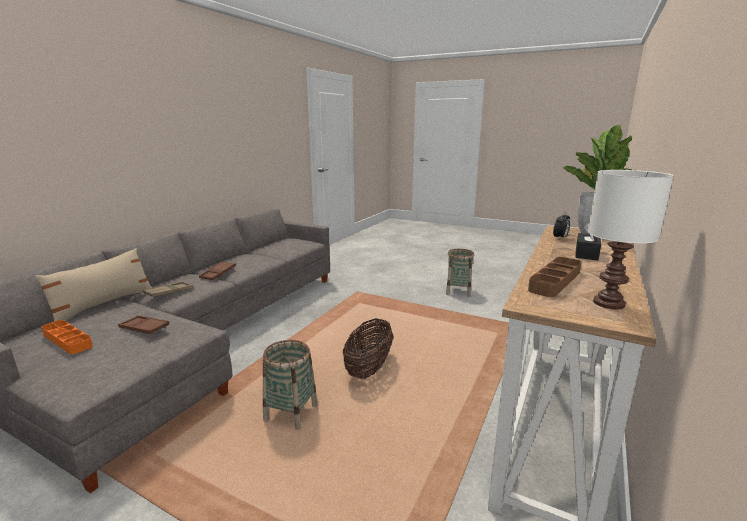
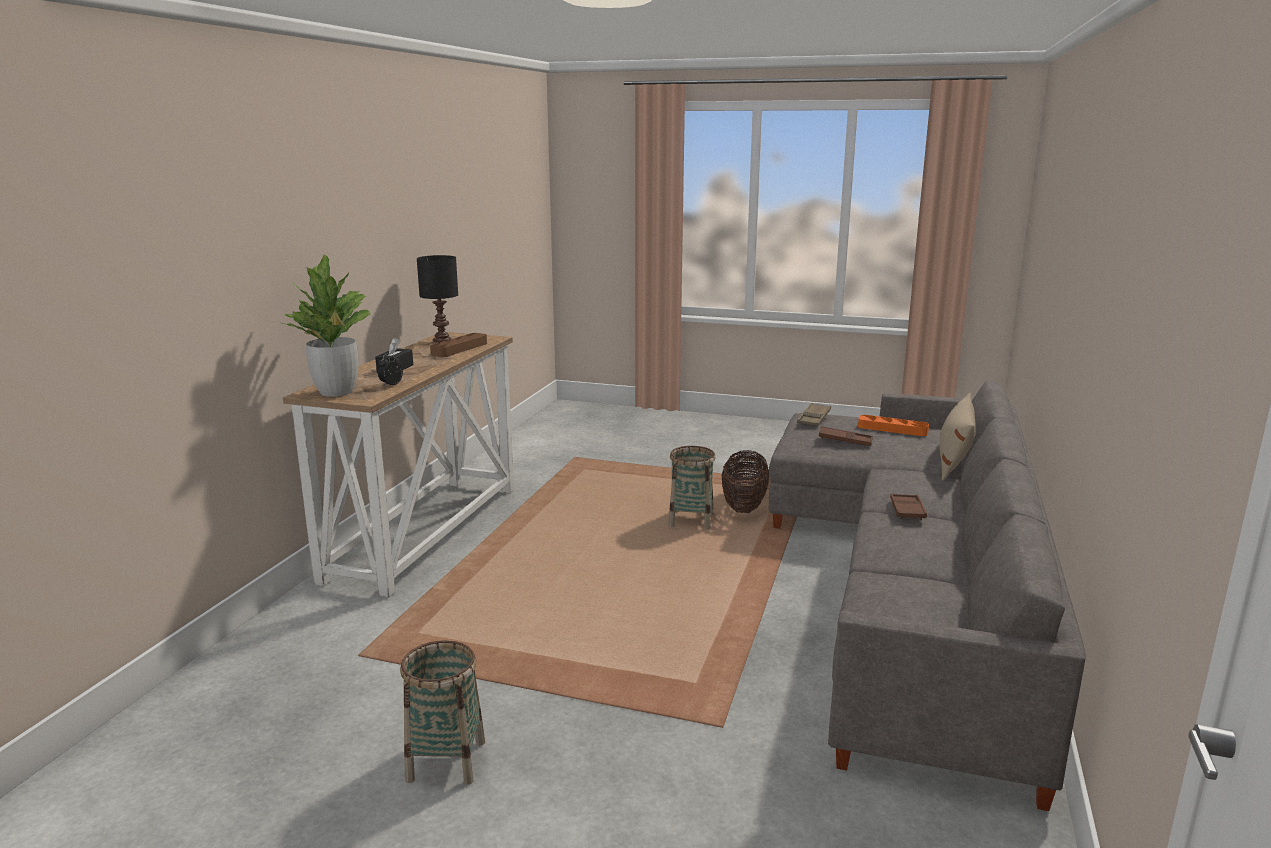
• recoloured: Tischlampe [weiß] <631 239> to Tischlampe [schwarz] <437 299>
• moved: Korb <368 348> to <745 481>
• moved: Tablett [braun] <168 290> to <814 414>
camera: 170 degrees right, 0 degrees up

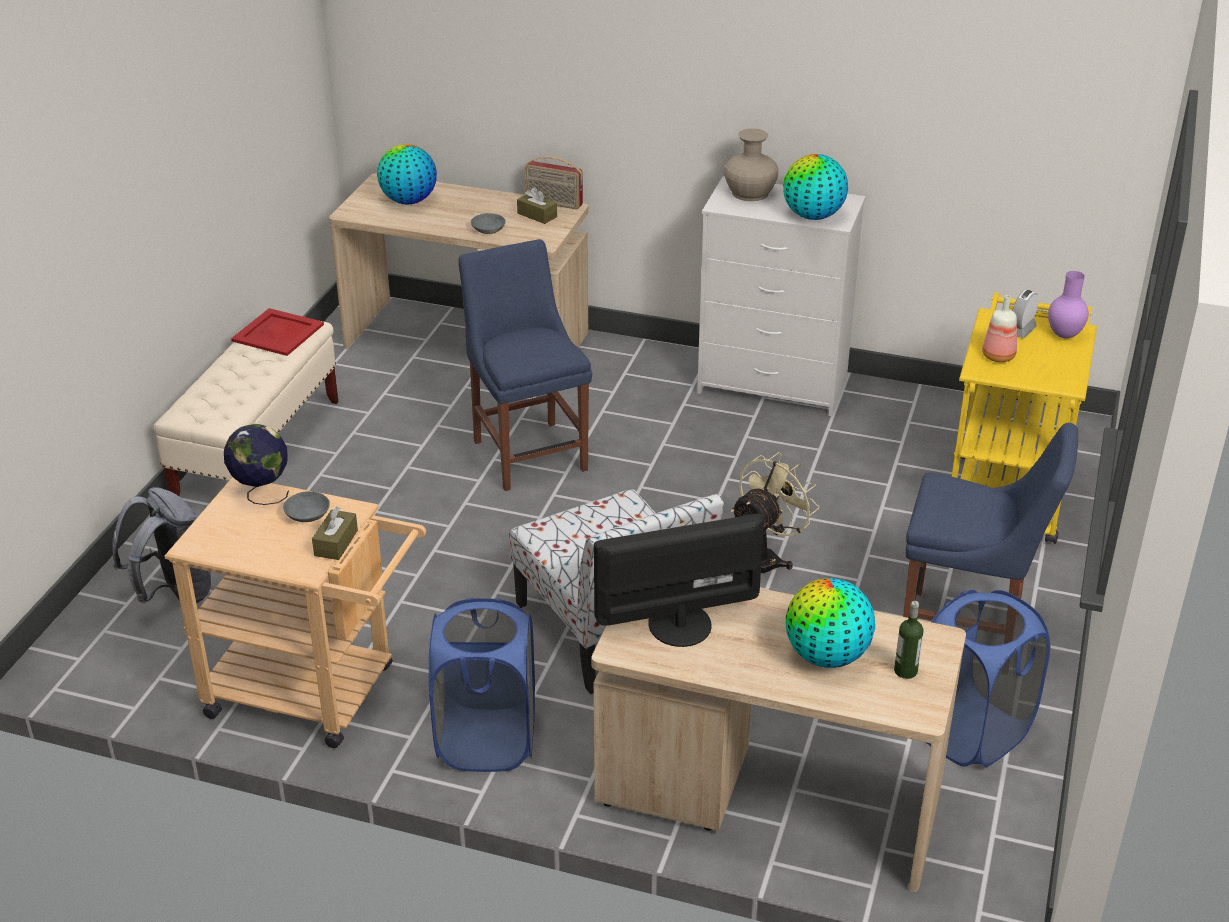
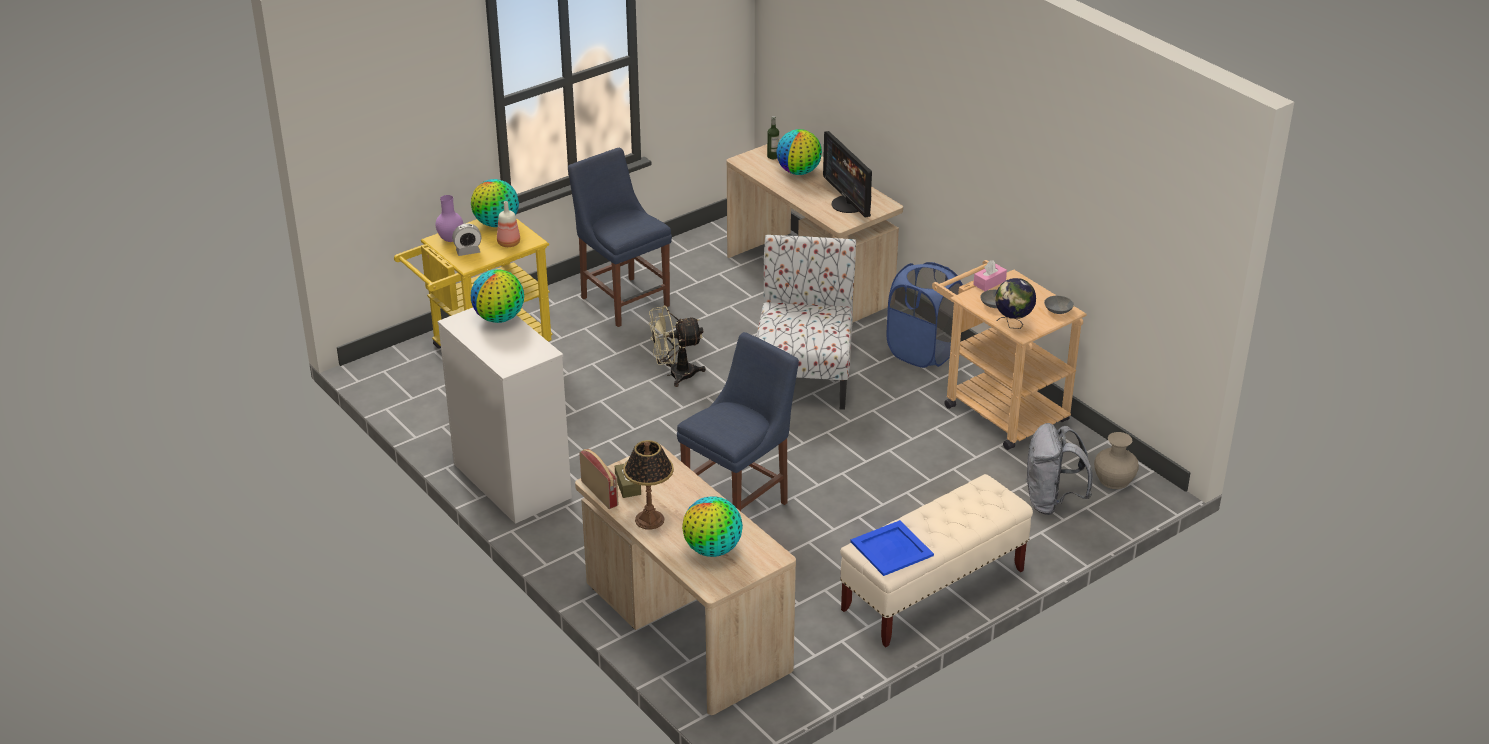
• added: Globus <495 203>
• added: Tischlampe <648 485>
• turned: Stuhl [blau] <525 365> = <738 421> 150 degrees counterclockwise
• turned: Monitor <679 580> = <847 174> 45 degrees clockwise
• recoloured: Tablett [rot] <277 332> to Tablett [blau] <892 548>
• recoloured: Taschentuchbox [braun] <335 533> to Taschentuchbox [rosa] <990 275>
• moved: Schüssel [grau] <488 223> to <1059 305>
• moved: Vase [beige] <751 164> to <1116 460>
• removed: Wäschekorb [blau] <988 678>
camera: 145 degrees left, 0 degrees up

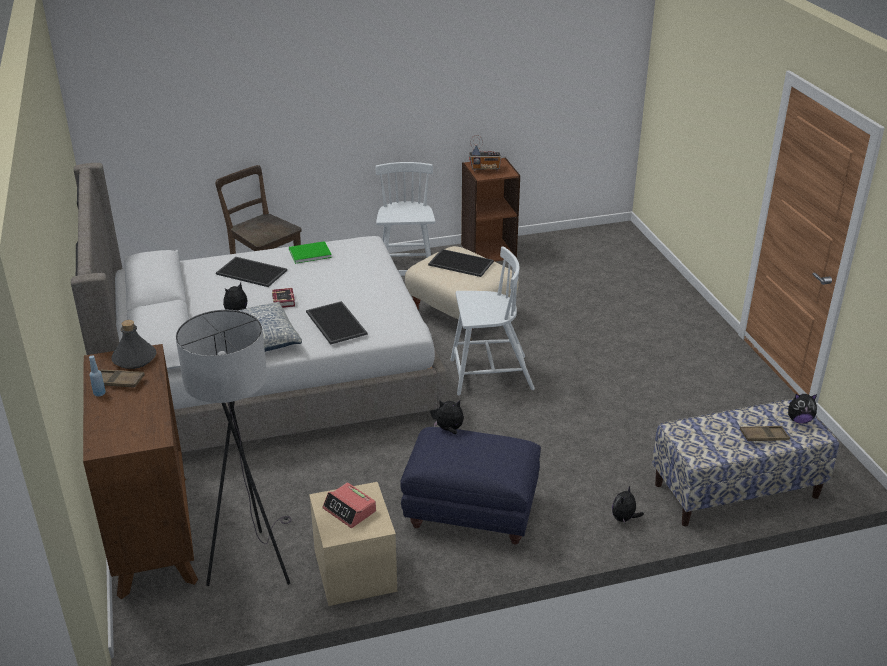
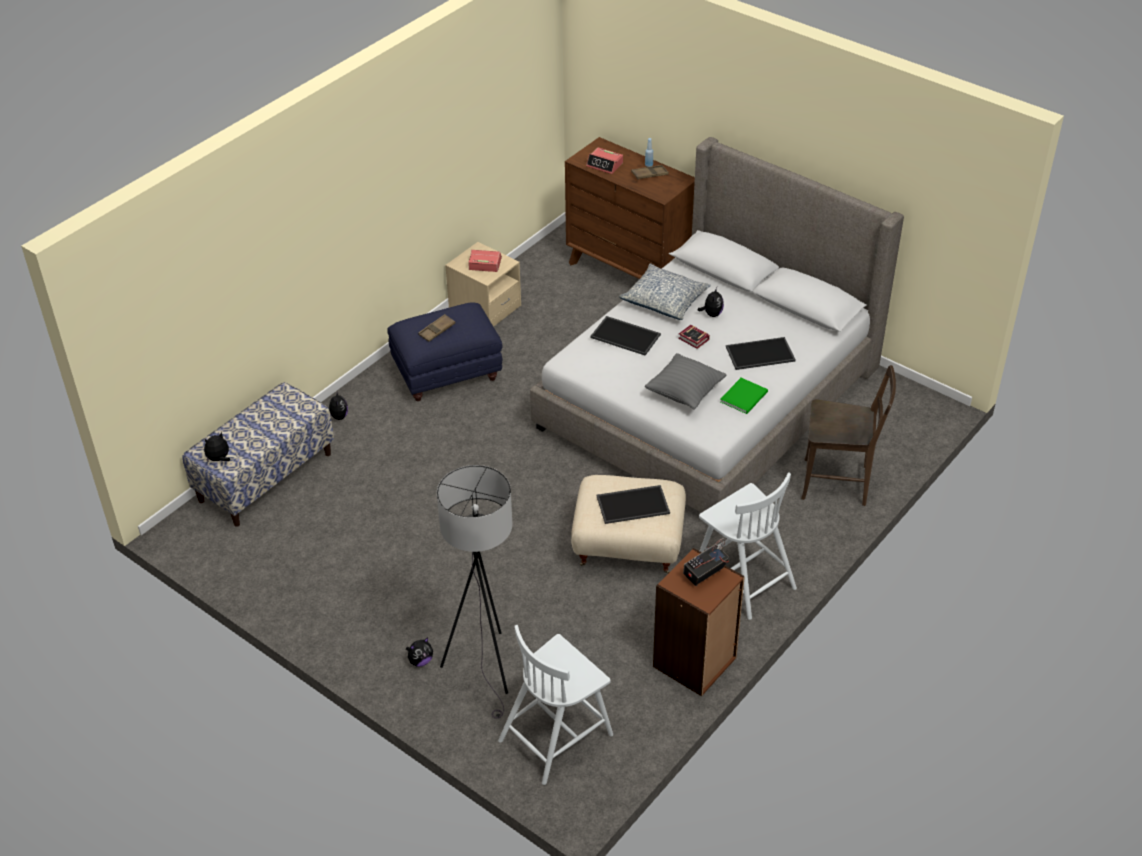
• moved: Plüschtier <448 417> to <419 652>
• moved: Tablett [braun] <765 434> to <437 328>
• moved: Stehlampe [grau] <234 448> to <475 592>
• moved: Stuhl [weiß] <492 320> to <555 705>
• added: Wecker <604 160>
• added: Kissen [grau] <685 381>
• removed: Flasche [grau] <133 344>
camera: 145 degrees right, 10 degrees up

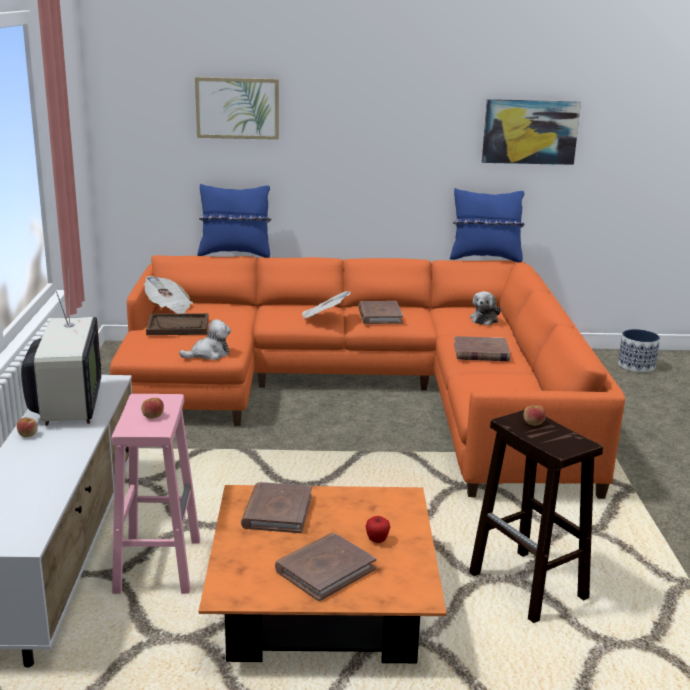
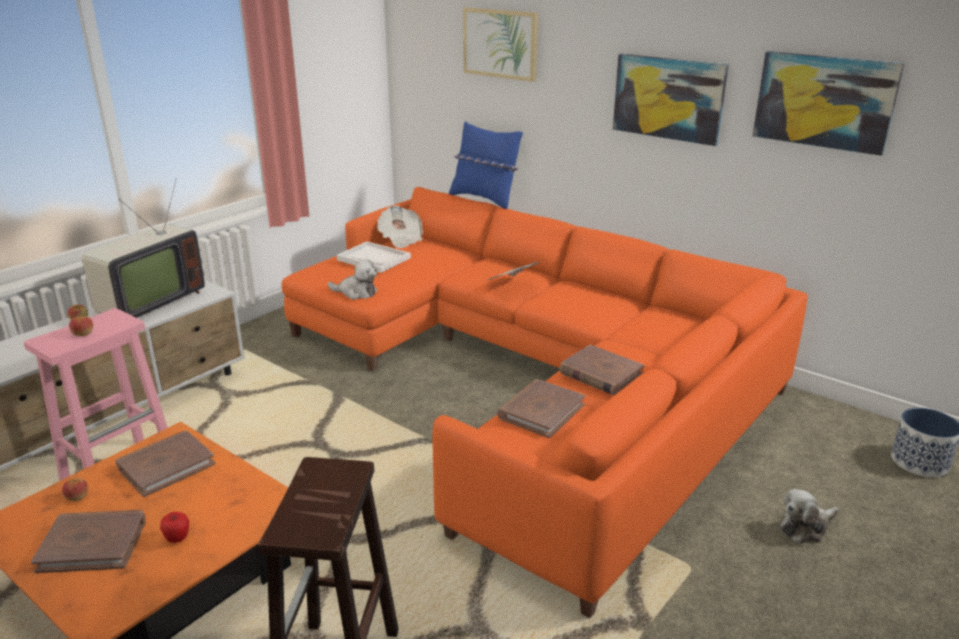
• moved: Apfel <535 415> to <75 489>
• recoloured: Tablett [braun] <177 324> to Tablett [weiß] <374 257>
• moved: Buch [braun] <380 312> to <541 408>
• added: Bild <671 100>
• moved: Plüschtier <485 308> to <810 516>
• removed: Kissen [blau] <487 225>
camera: 40 degrees right, 5 degrees up

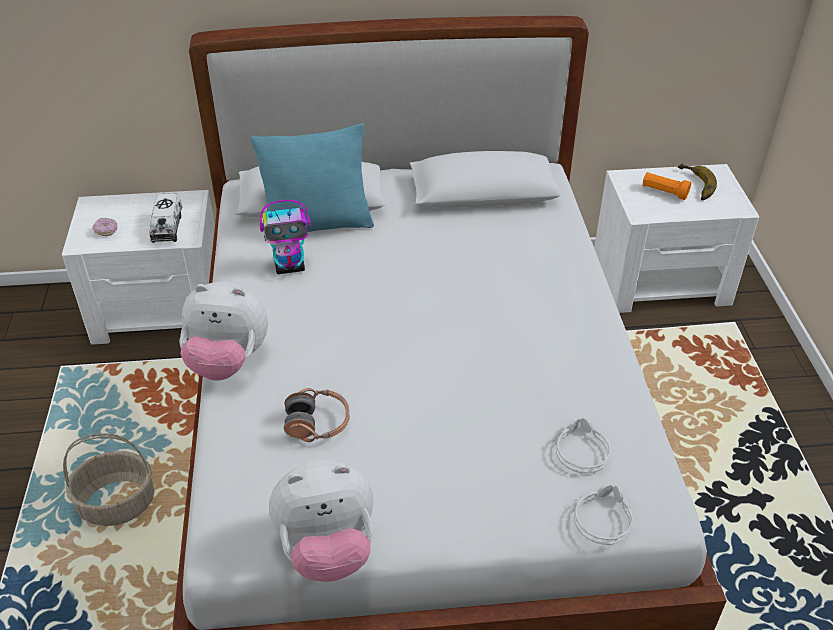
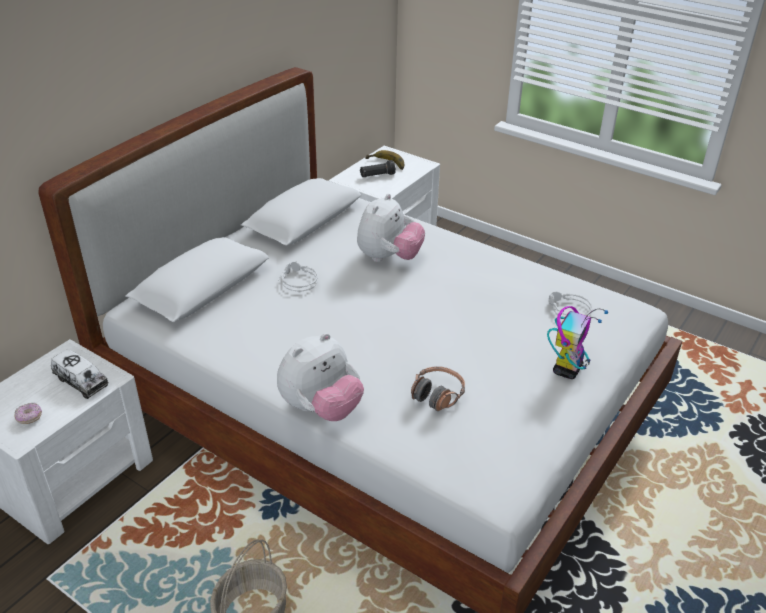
• moved: Kopfhörer [grau] <603 514> to <298 276>
• moved: Plüschtier <321 521> to <391 228>
• recoloured: Taschenlampe [orange] <667 186> to Taschenlampe [schwarz] <378 168>
• moved: Spielzeugroboter <285 237> to <577 342>
• removed: Kissen [türkis] <312 182>
camera: 50 degrees left, 5 degrees down

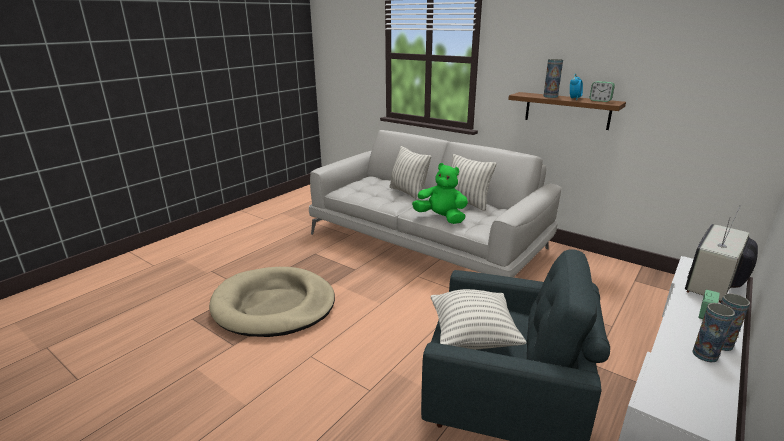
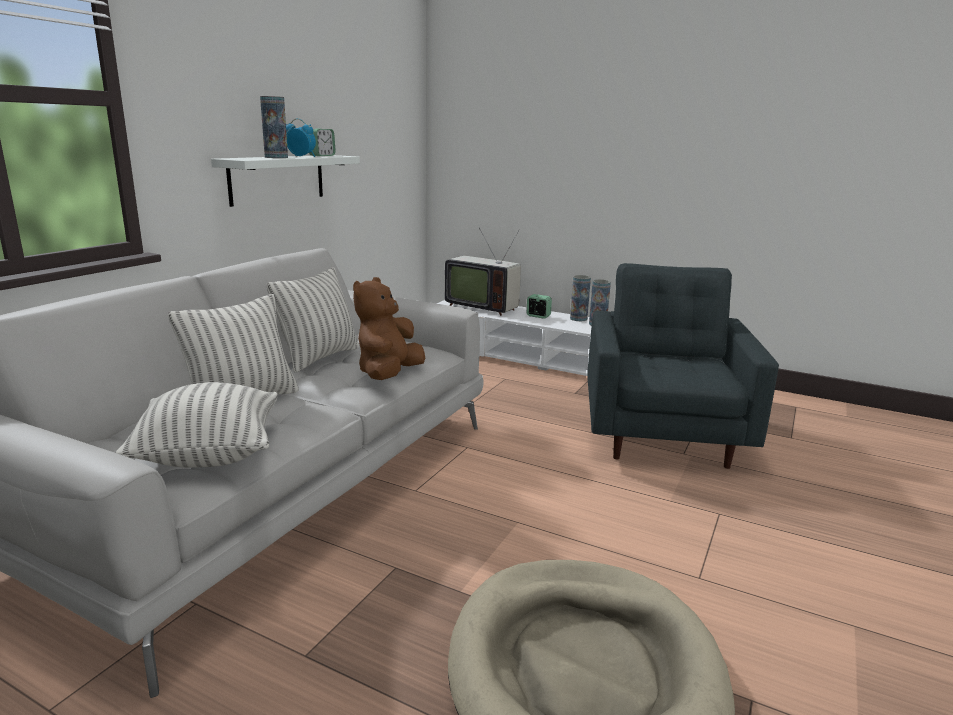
• moved: Kissen <479 319> to <197 425>
• recoloured: Wandregal [braun] <567 111> to Wandregal [weiß] <285 181>
• recoloured: Plüschtier [grün] <440 193> to Plüschtier [braun] <389 328>
camera: 100 degrees left, 5 degrees down

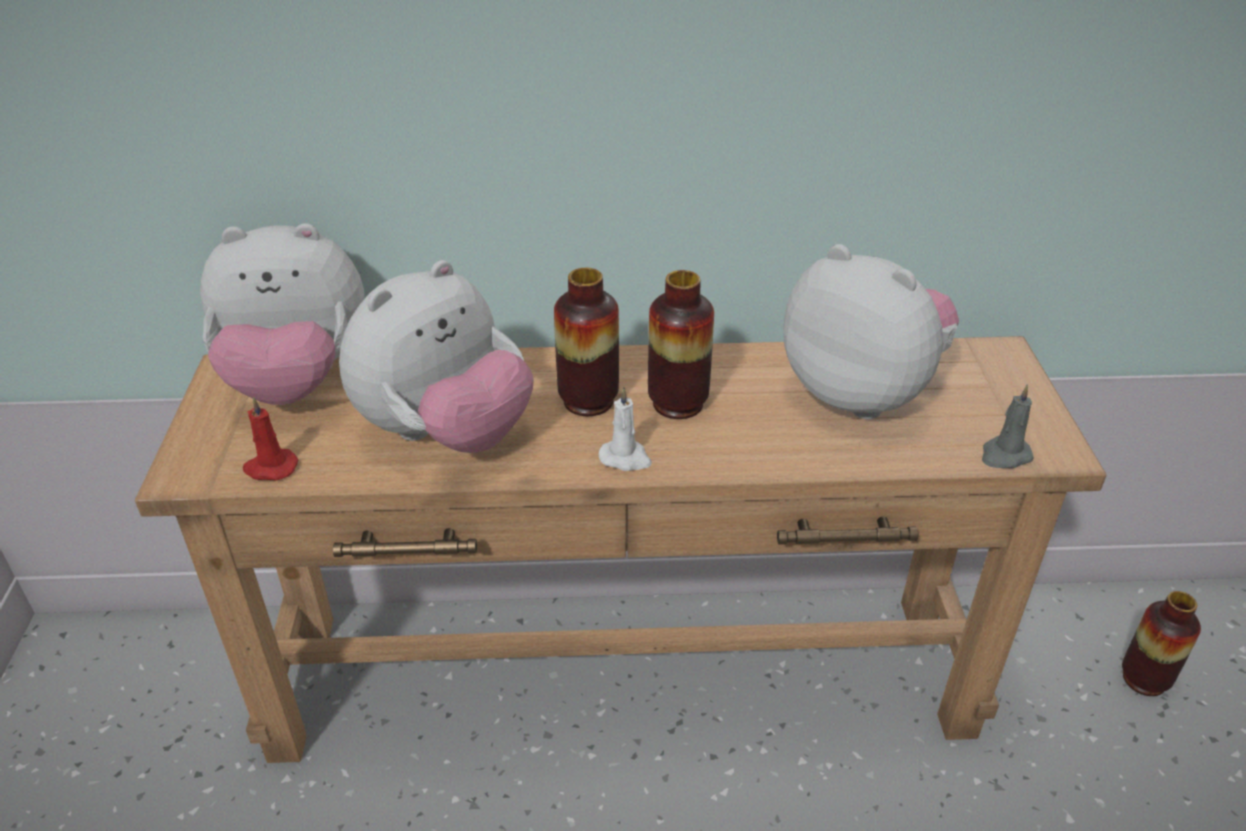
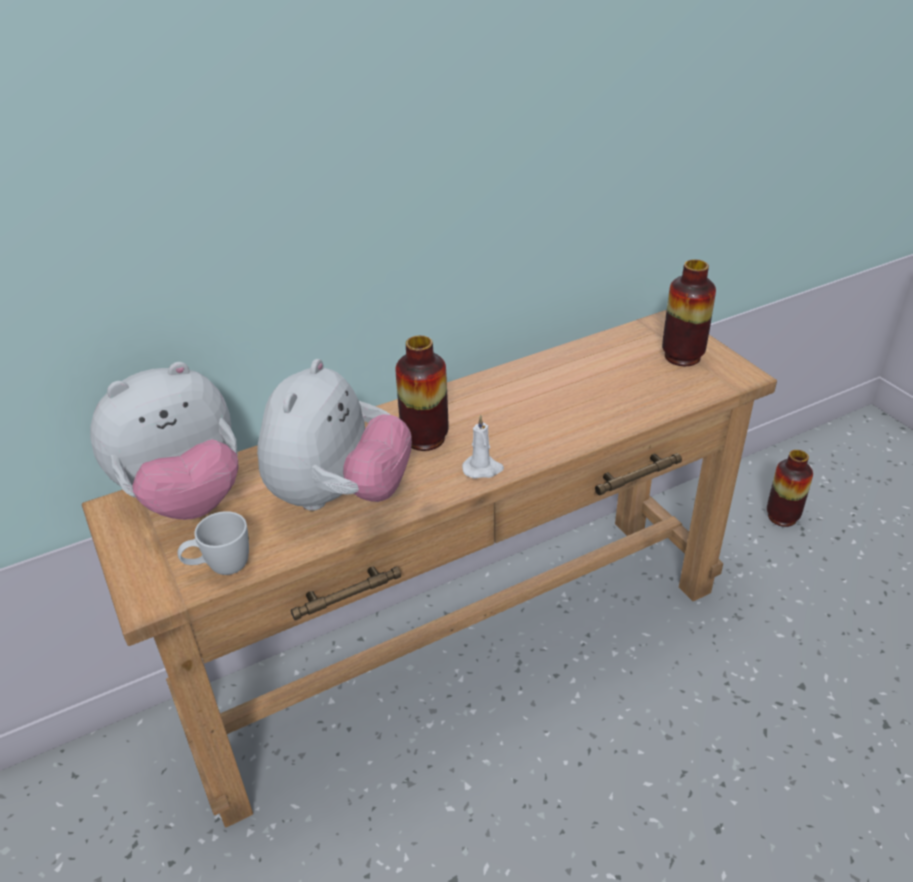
• replaced: Kerze [rot] <270 438> to Henkelbecher [weiß] <213 543>
• moved: Vase <681 344> to <689 312>
• removed: Plüschtier <871 332>
• removed: Kerze [grau] <1008 426>
camera: 25 degrees left, 0 degrees up

